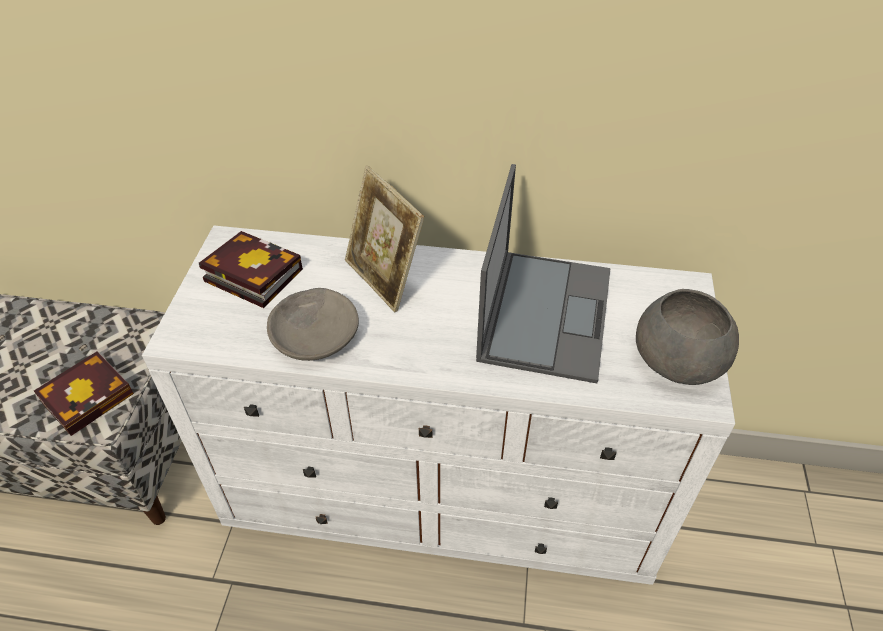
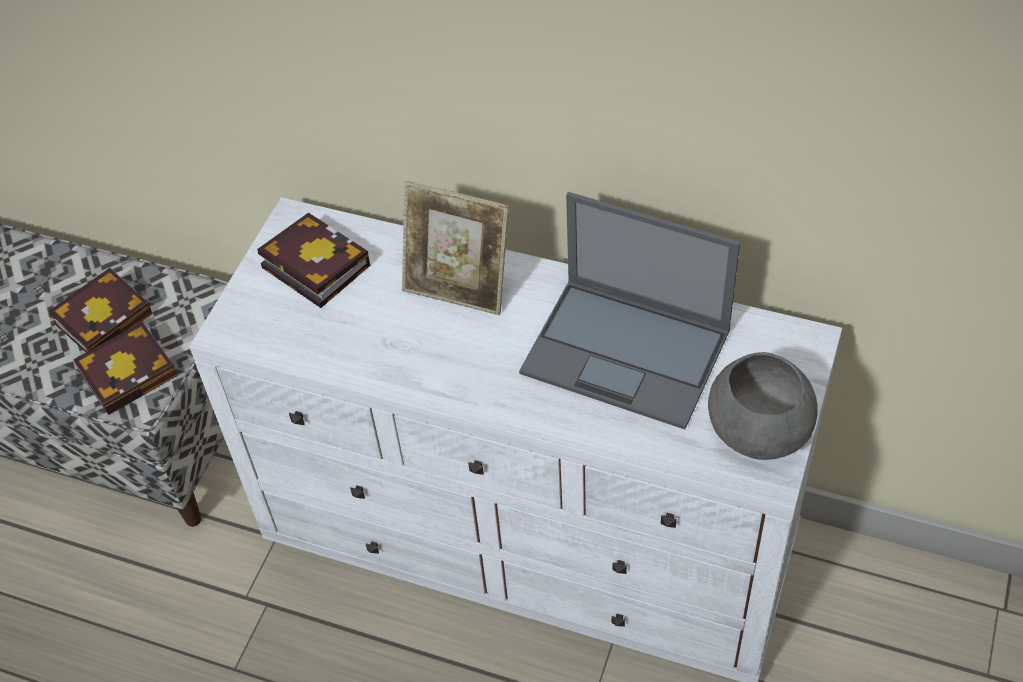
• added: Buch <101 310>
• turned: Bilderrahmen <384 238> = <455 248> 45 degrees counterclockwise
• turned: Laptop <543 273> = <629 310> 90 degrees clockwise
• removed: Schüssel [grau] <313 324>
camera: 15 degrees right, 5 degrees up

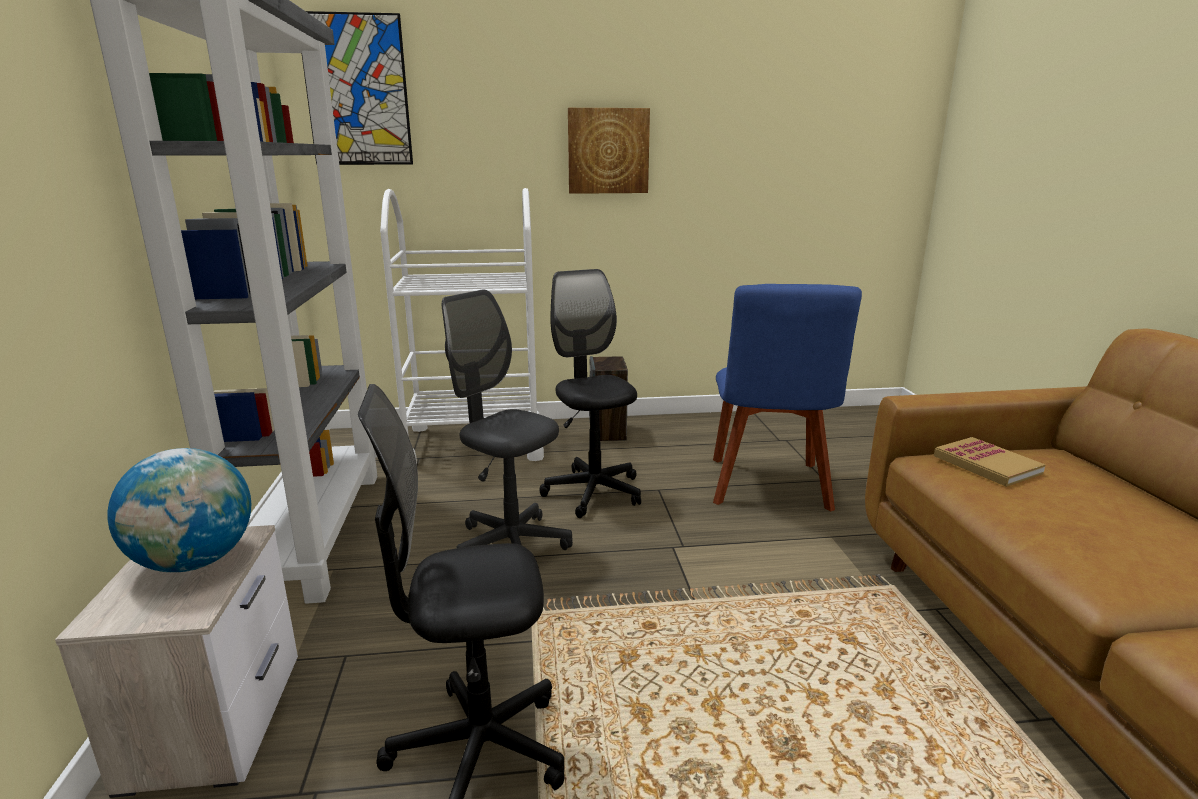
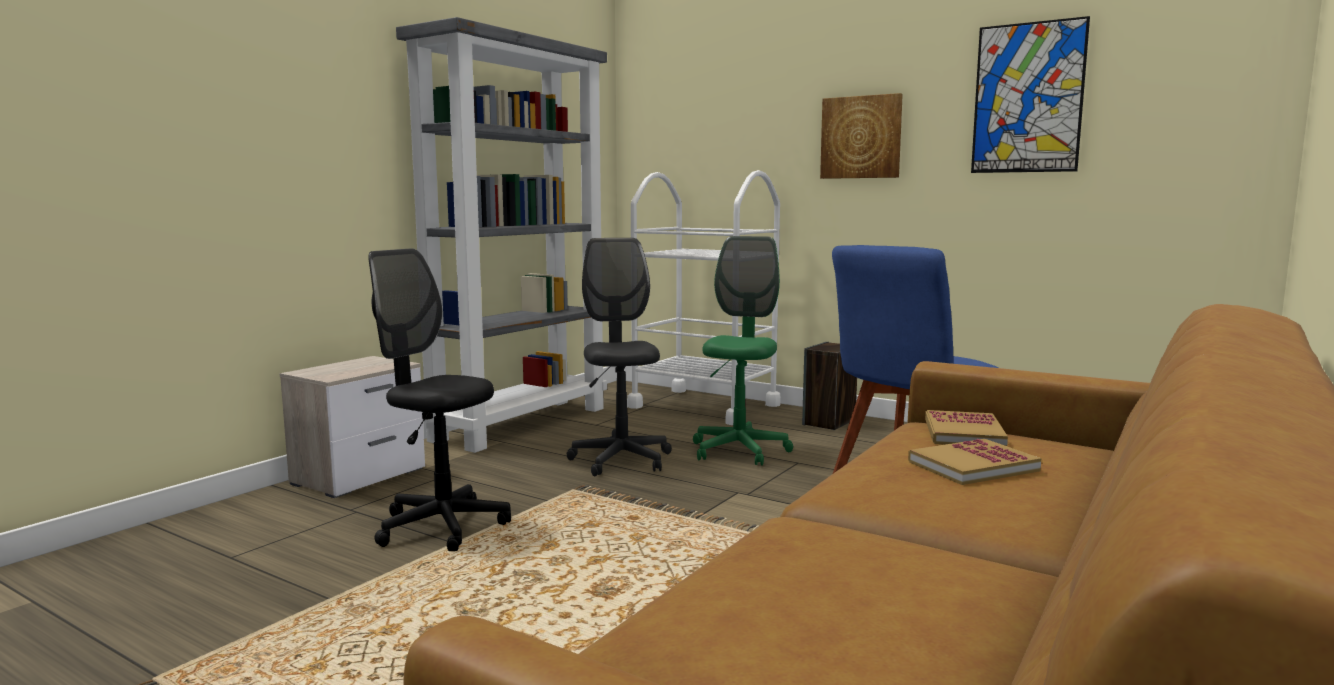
• recoloured: Bürostuhl [schwarz] <590 393> to Bürostuhl [grün] <743 351>
• added: Buch <974 462>
• moved: Bild <357 88> to <1030 94>
• removed: Globus <179 510>
camera: 40 degrees right, 10 degrees down

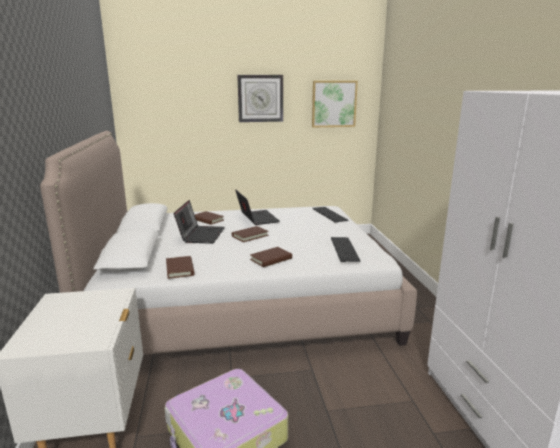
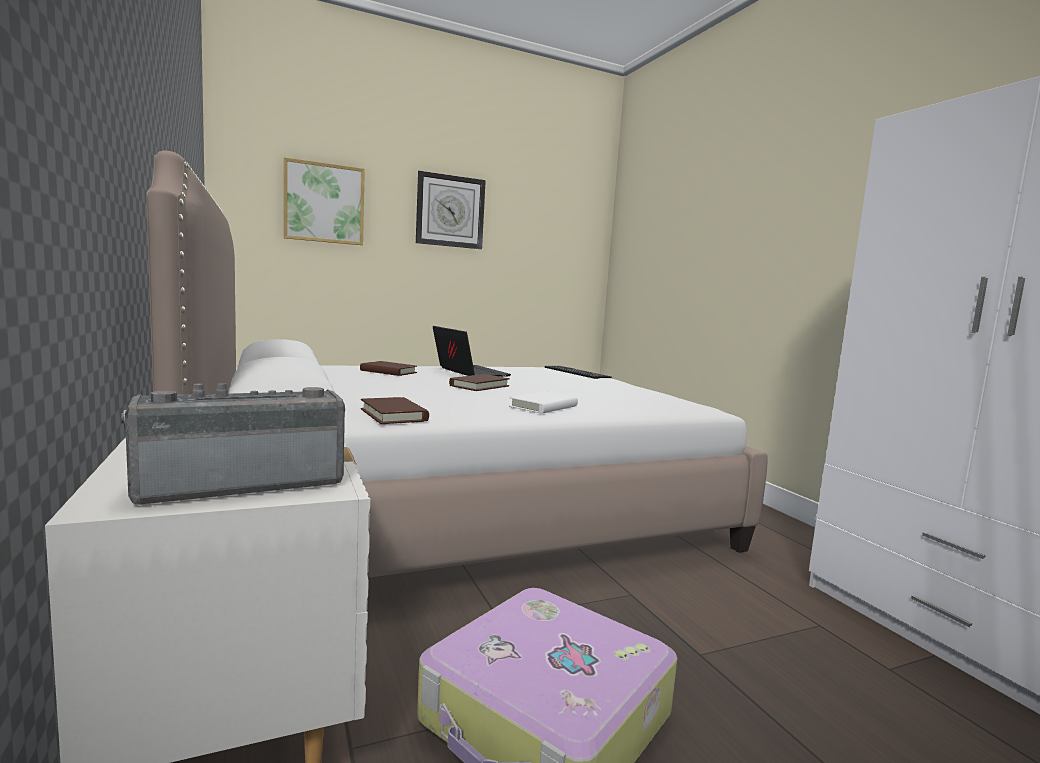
• added: Radio <233 444>
• moved: Bild <335 104> to <324 201>
• recoloured: Buch [braun] <271 257> to Buch [weiß] <543 402>
• removed: Laptop <199 222>
• removed: Tastatur <346 249>
camera: 15 degrees left, 10 degrees down

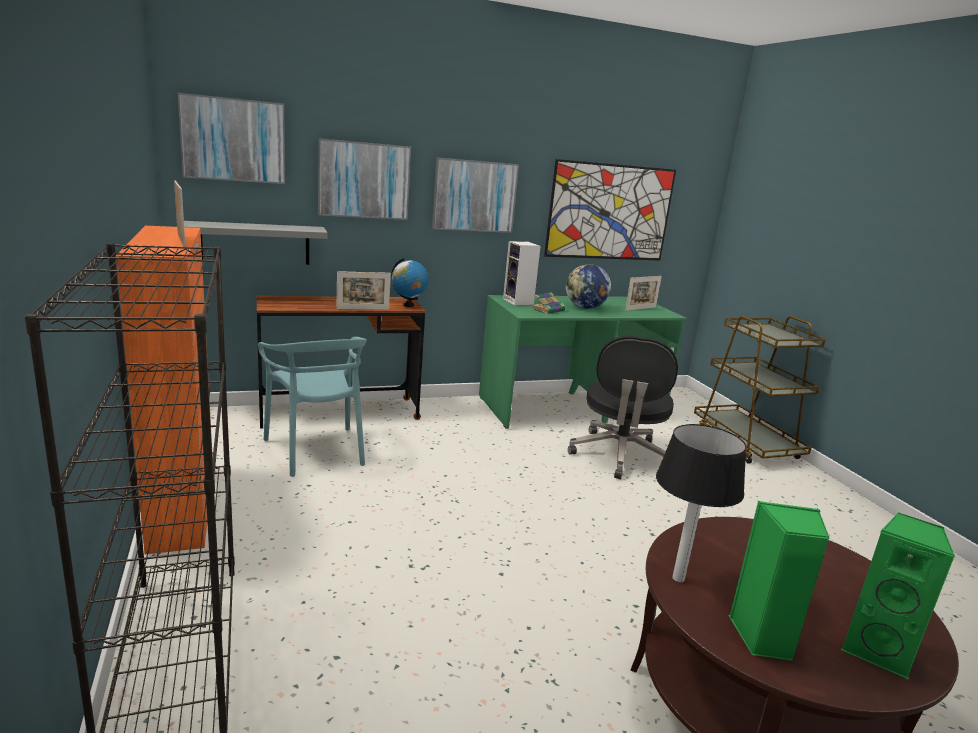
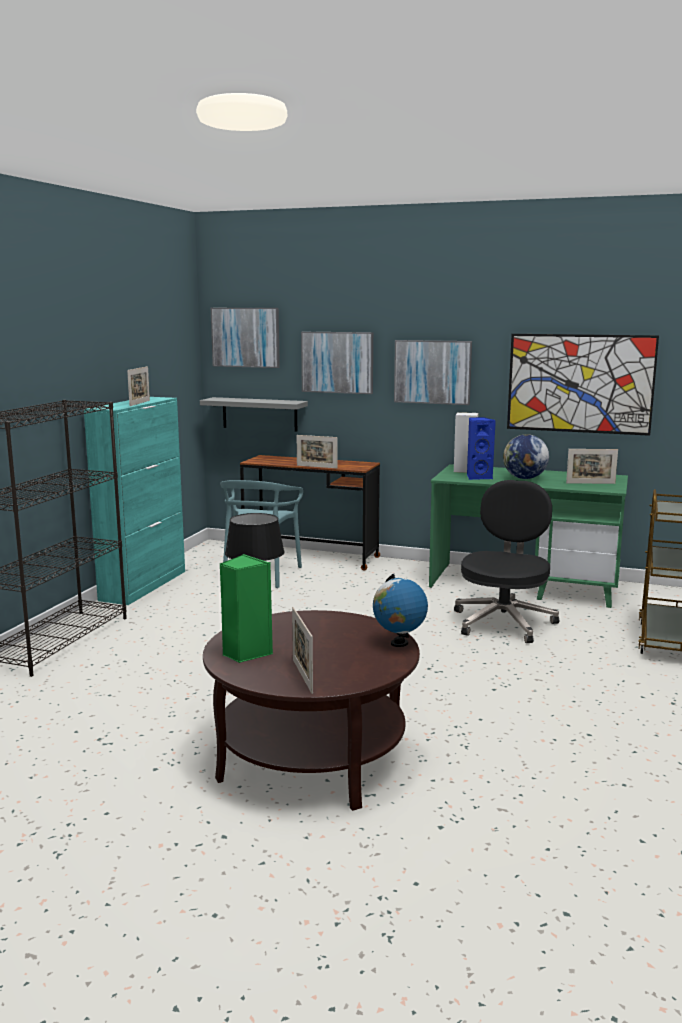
• recoloured: Schrank [orange] <164 390> to Schrank [türkis] <134 501>
• replaced: Lautsprecher [grün] <898 596> to Bilderrahmen <302 650>
• moved: Globus <410 282> to <400 610>
• turned: Bürostuhl [schwarz] <623 407> = <506 561> 150 degrees clockwise
• replaced: Buch <548 303> to Lautsprecher [blau] <481 448>
camera: 40 degrees right, 5 degrees down

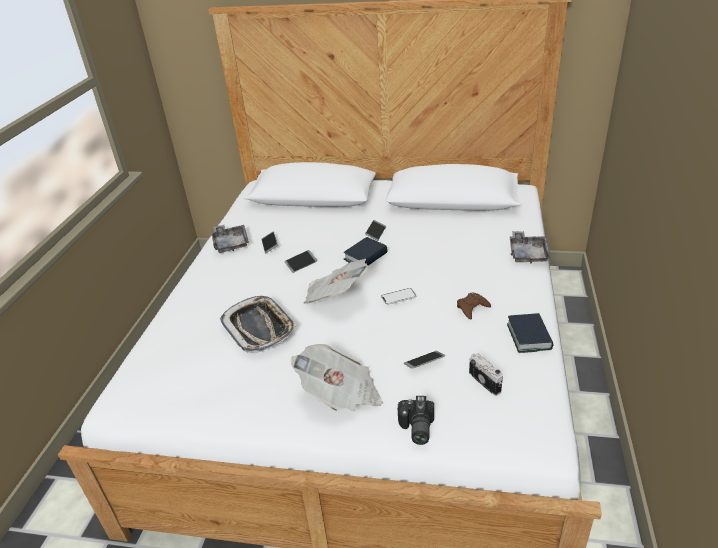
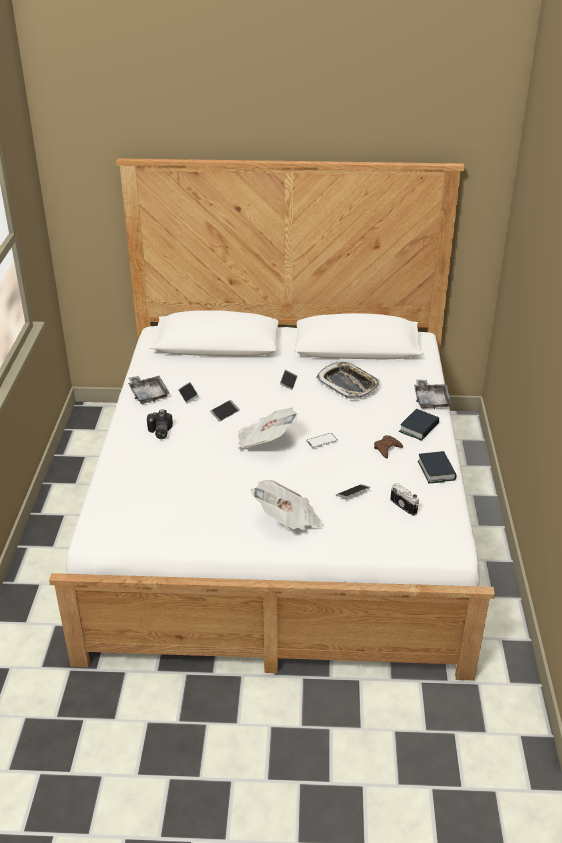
• moved: Kamera <416 420> to <160 424>
• moved: Tablett <258 324> to <348 380>
• moved: Buch <365 251> to <419 425>
camera: 10 degrees left, 0 degrees up

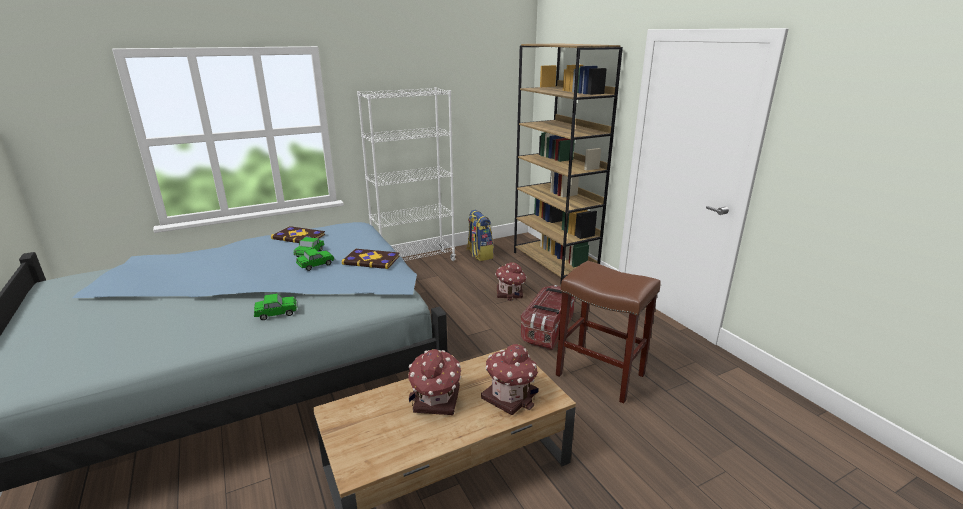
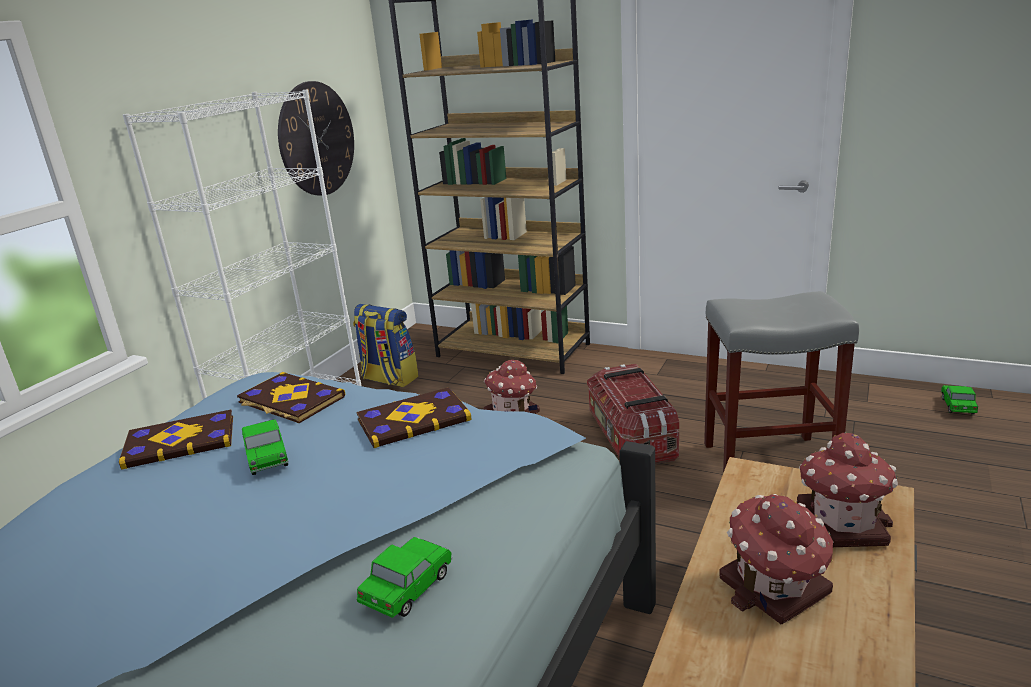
• added: Buch <291 397>
• added: Wanduhr <316 138>
• recoloured: Hocker [braun] <608 332> to Hocker [grau] <781 382>
• moved: Spielzeugauto <315 260> to <959 400>
camera: 35 degrees left, 0 degrees up

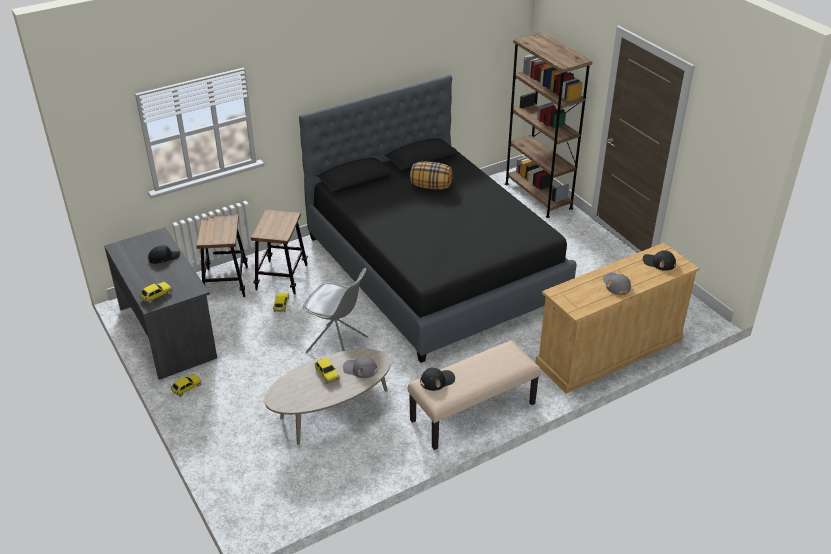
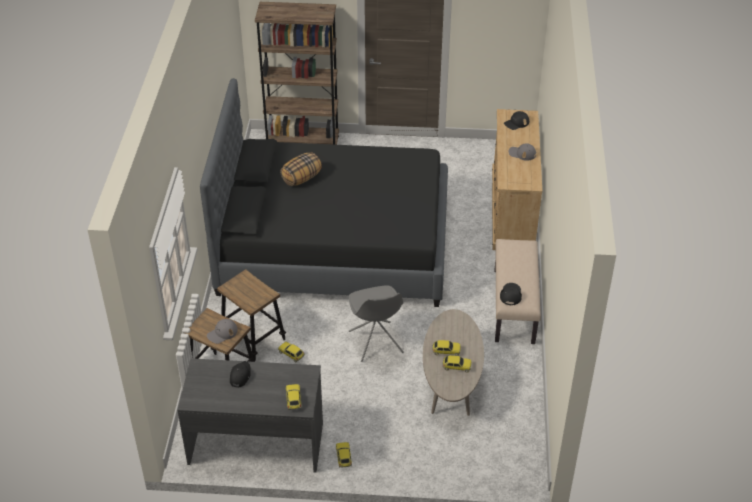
• moved: Kappe [grau] <360 367> to <222 331>
• turned: Stuhl [grau] <335 310> = <376 323> 105 degrees clockwise
• added: Spielzeugauto <457 364>
camera: 55 degrees left, 5 degrees up

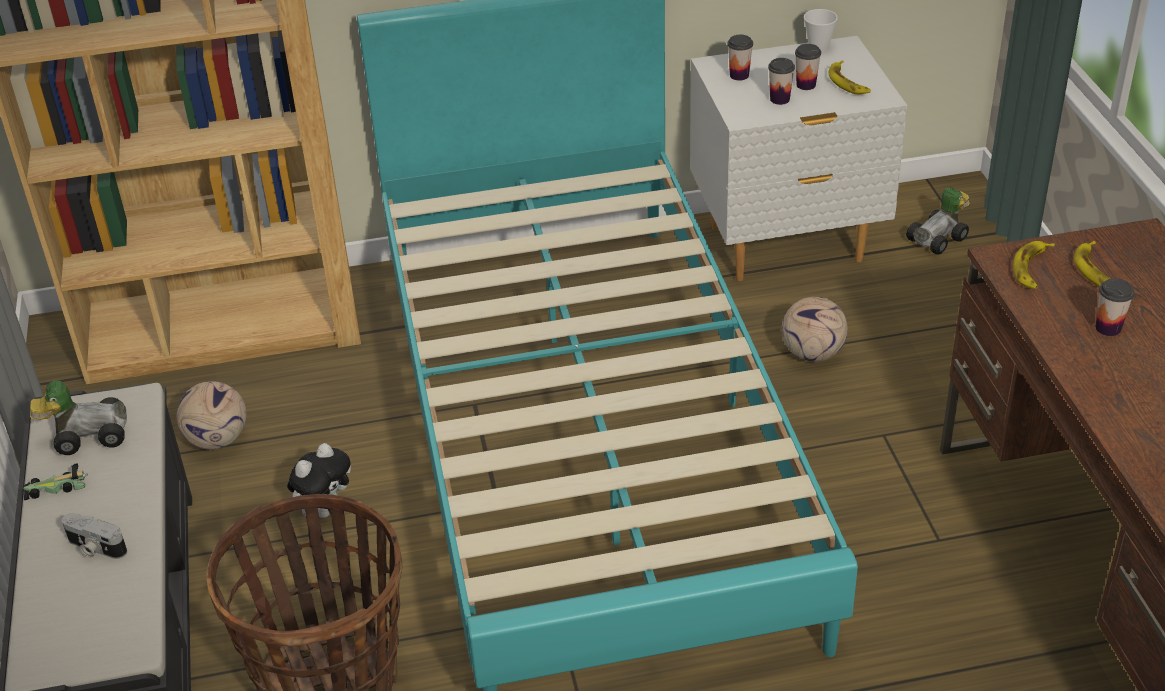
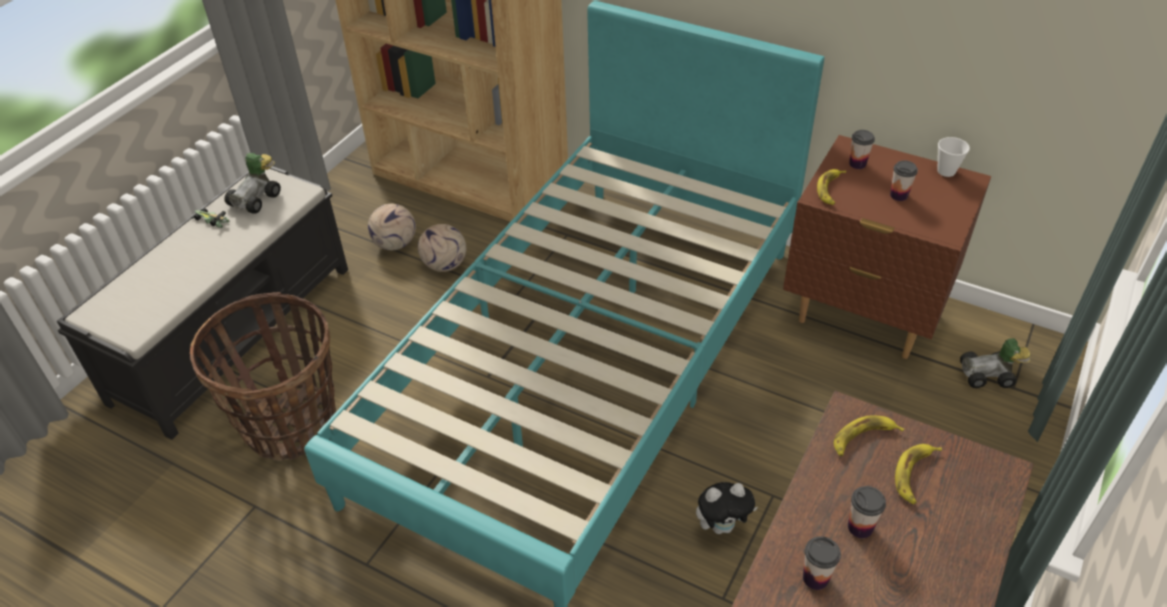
• turned: Spielzeugauto <78 417> = <252 183> 90 degrees clockwise
• moved: Fußball <815 329> to <442 248>
• moved: Plüschtier <319 480> to <727 508>
• recoloured: Nachttisch [weiß] <798 158> to Nachttisch [braun] <887 247>
• moved: Tasse <781 81> to <822 563>
• moved: Banane <849 77> to <831 187>
• removed: Kamera <94 536>
camera: 40 degrees right, 5 degrees up

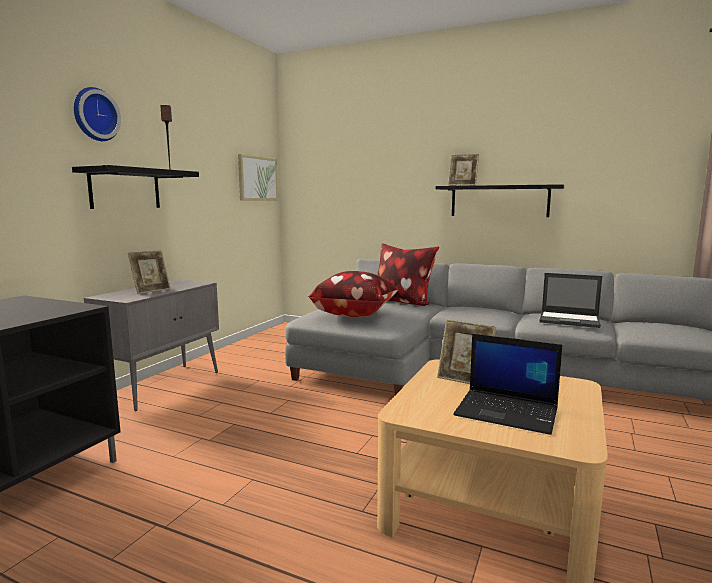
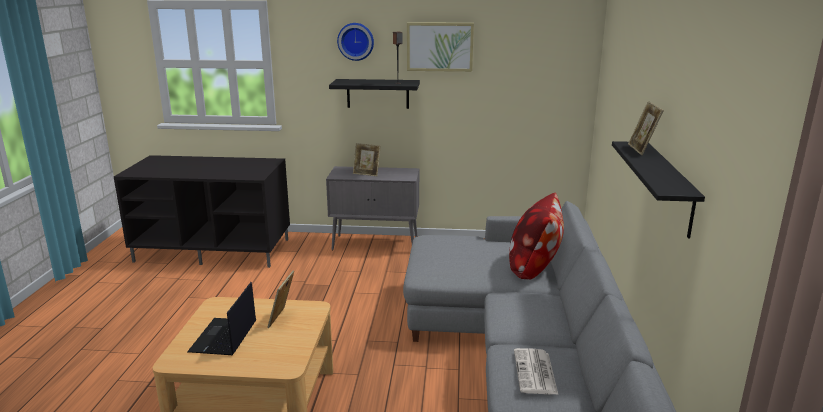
• moved: Bild <258 177> to <440 47>
• replaced: Laptop <570 300> to Zeitung <536 371>
• removed: Kissen <353 294>
camera: 70 degrees right, 10 degrees up

